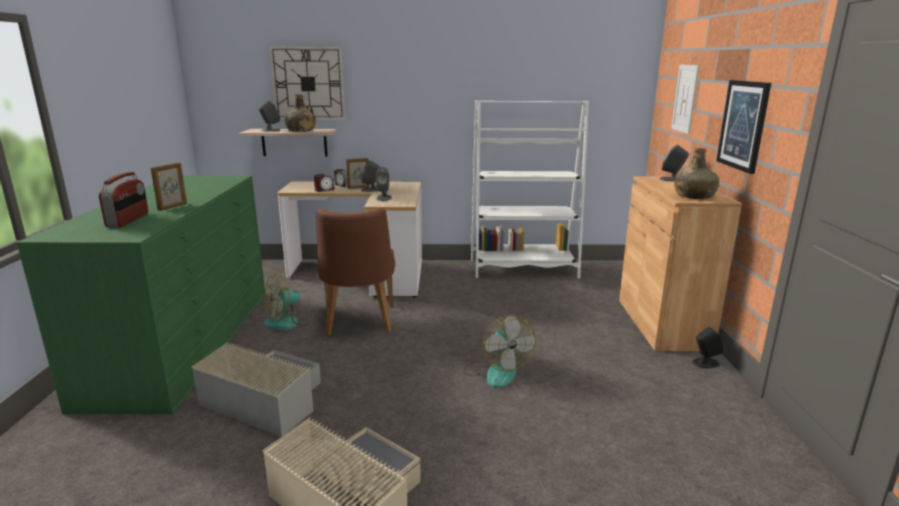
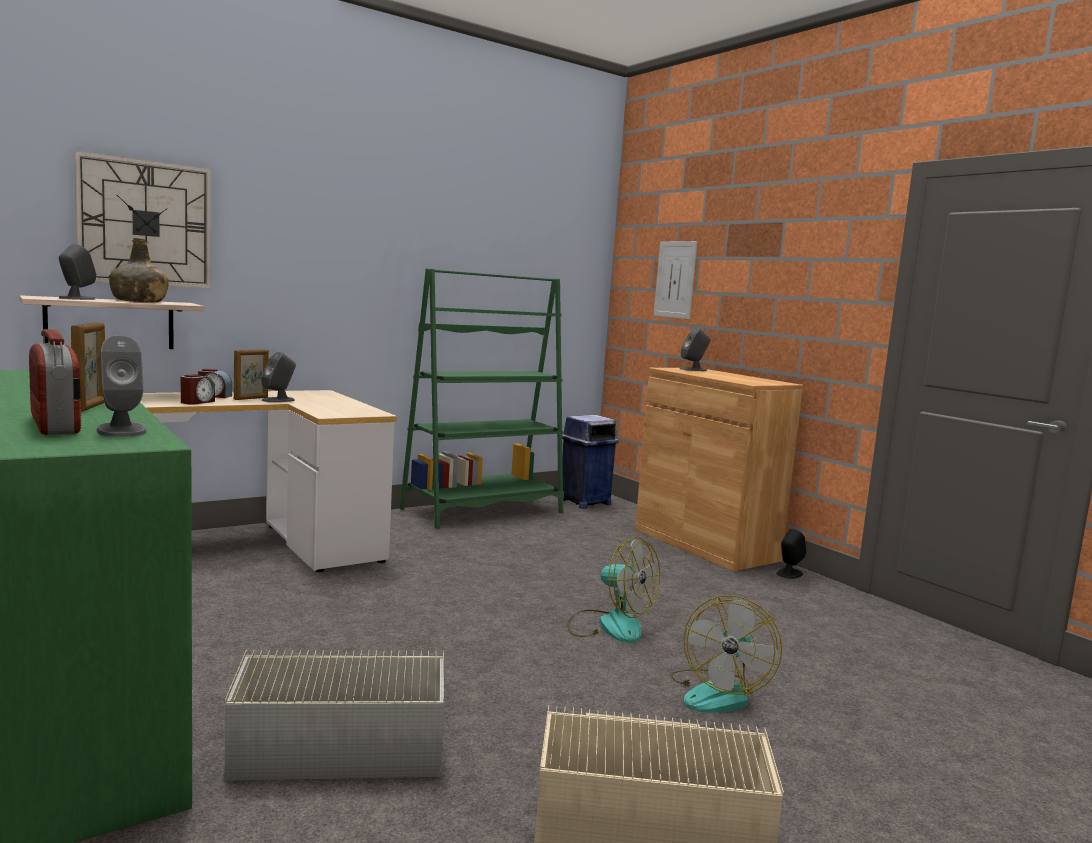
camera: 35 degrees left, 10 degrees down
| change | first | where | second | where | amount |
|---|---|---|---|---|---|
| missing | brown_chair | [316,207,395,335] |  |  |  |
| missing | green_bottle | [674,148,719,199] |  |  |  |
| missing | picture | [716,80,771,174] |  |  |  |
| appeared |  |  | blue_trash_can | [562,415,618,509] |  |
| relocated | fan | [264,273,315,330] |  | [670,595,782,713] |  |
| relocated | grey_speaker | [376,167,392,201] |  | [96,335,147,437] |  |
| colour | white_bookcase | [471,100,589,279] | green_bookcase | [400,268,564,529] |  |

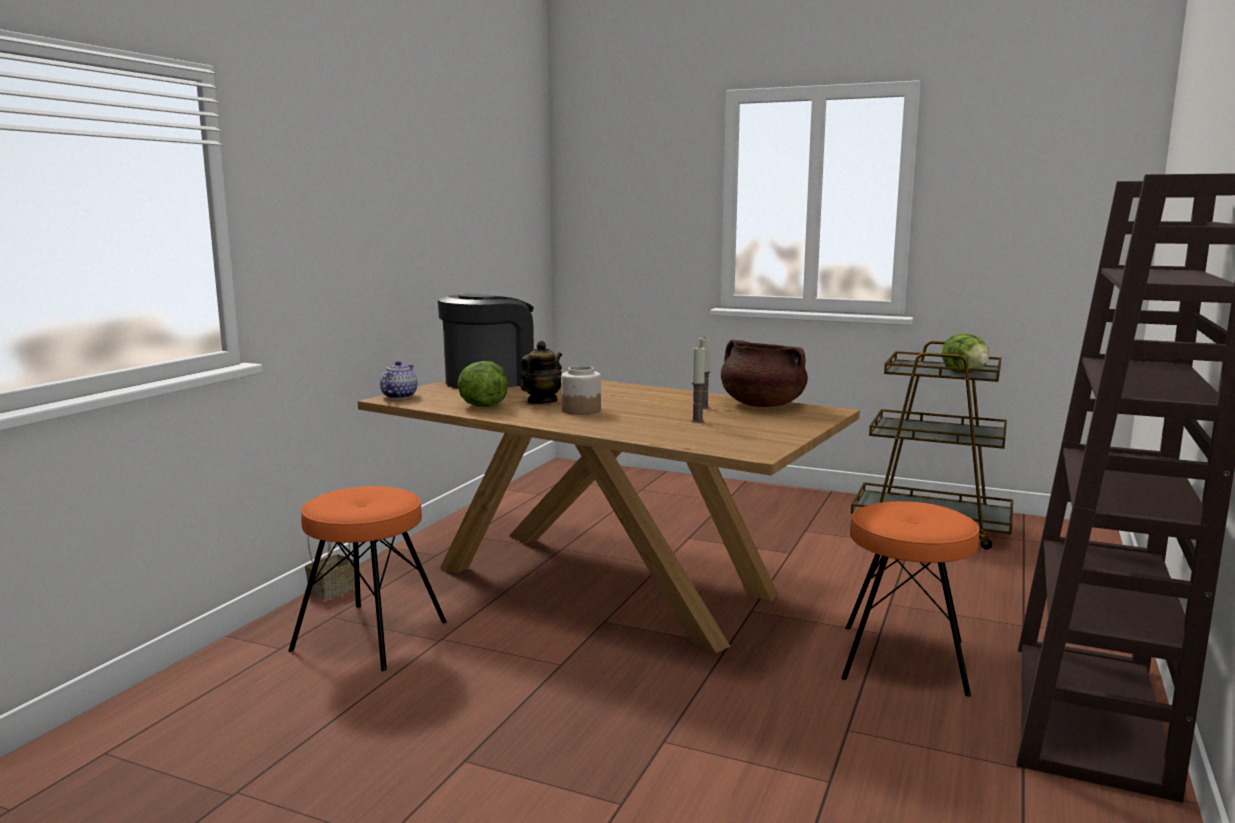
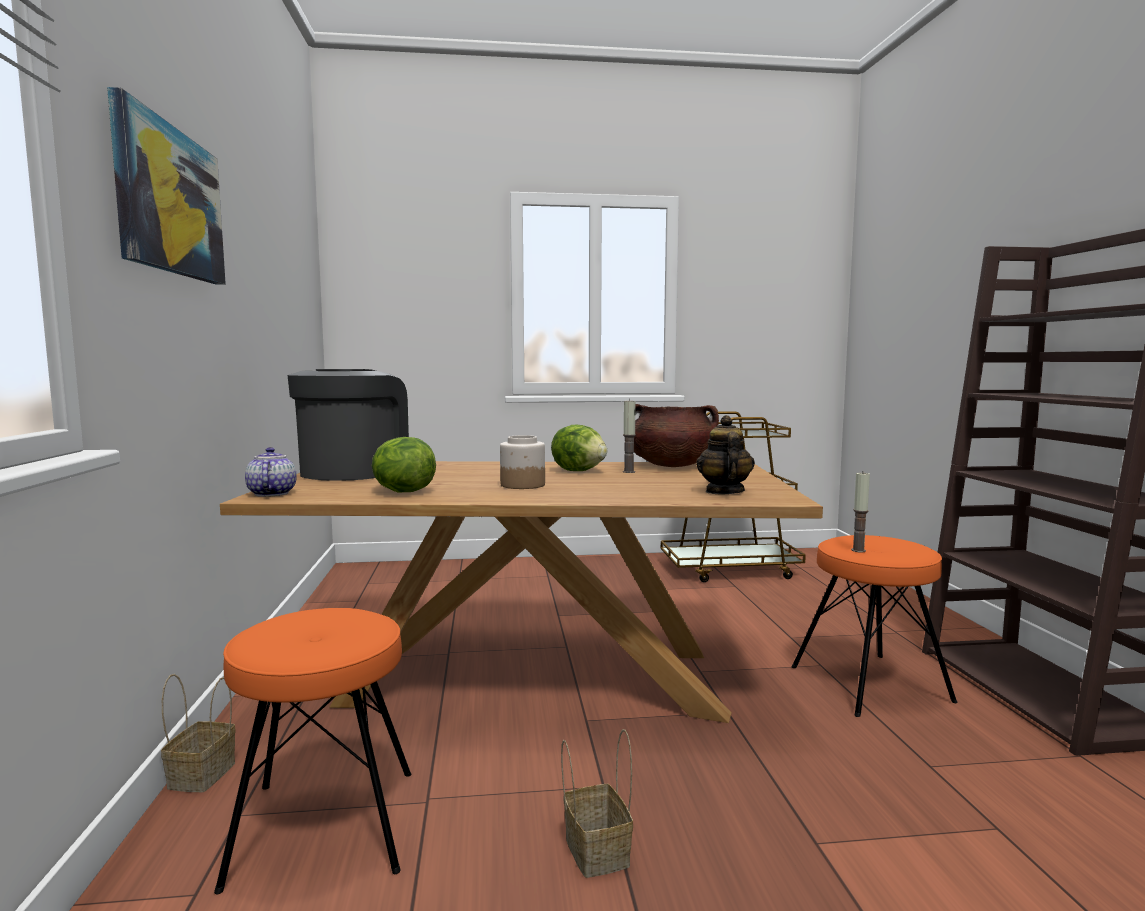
camera: 30 degrees left, 5 degrees down
| change | first | where | second | where | amount |
|---|---|---|---|---|---|
| appeared |  |  | picture | [107,87,226,285] |  |
| appeared |  |  | basket | [561,729,633,878] |  |
| relocated | teapot | [520,341,562,404] |  | [696,415,755,494] |  |
| relocated | candle | [691,346,705,423] |  | [851,473,870,553] |  |
| relocated | lettuce | [942,334,989,373] |  | [551,425,607,471] |  |

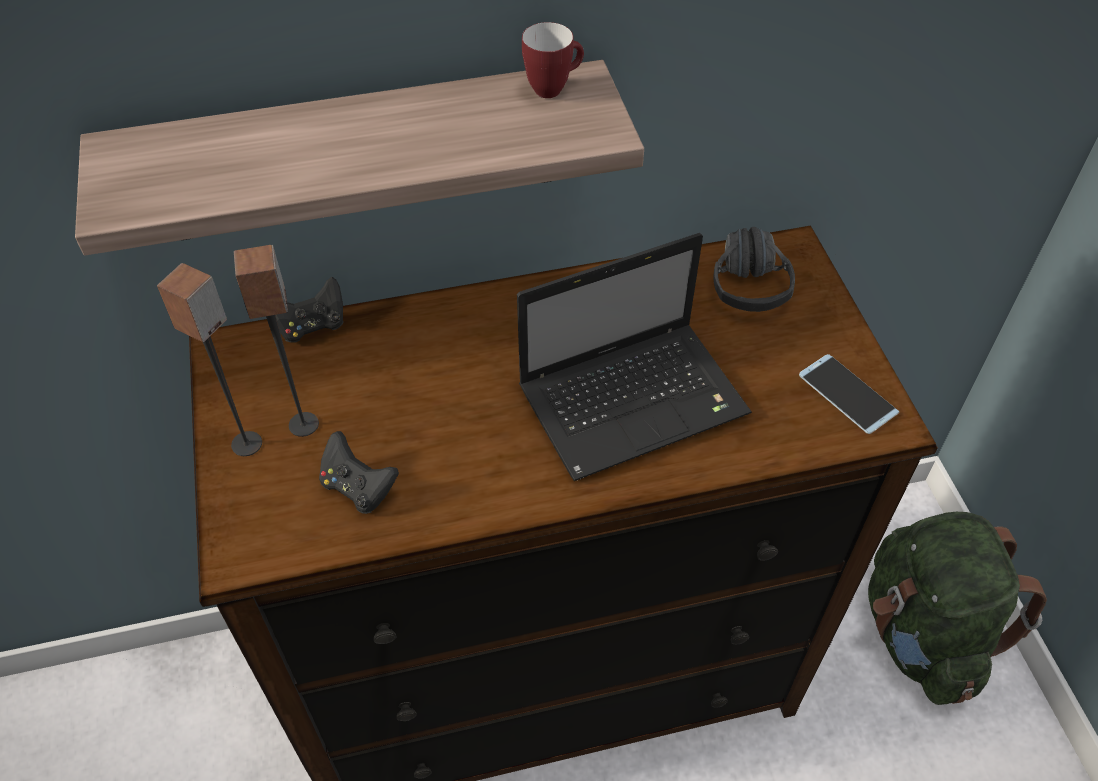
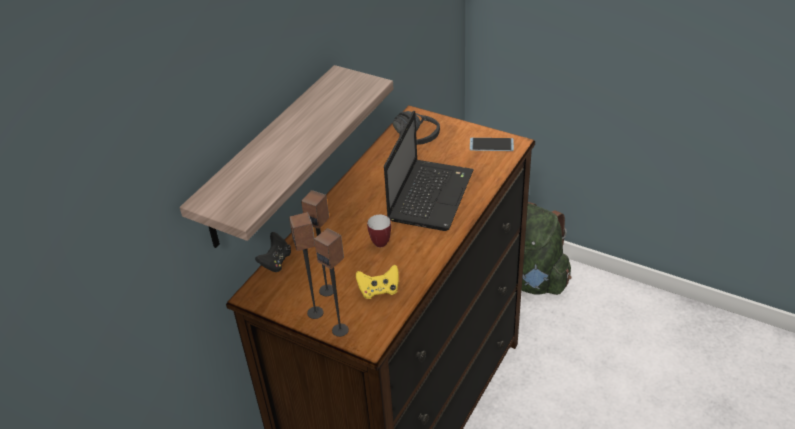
camera: 45 degrees left, 10 degrees down
| change | first | where | second | where | amount |
|---|---|---|---|---|---|
| appeared |  |  | speaker | [314,228,349,337] |  |
| relocated | mug | [522,22,584,98] |  | [367,214,391,247] |  |
| colour | black_game_controller | [319,431,399,514] | yellow_game_controller | [356,265,399,299] |  |

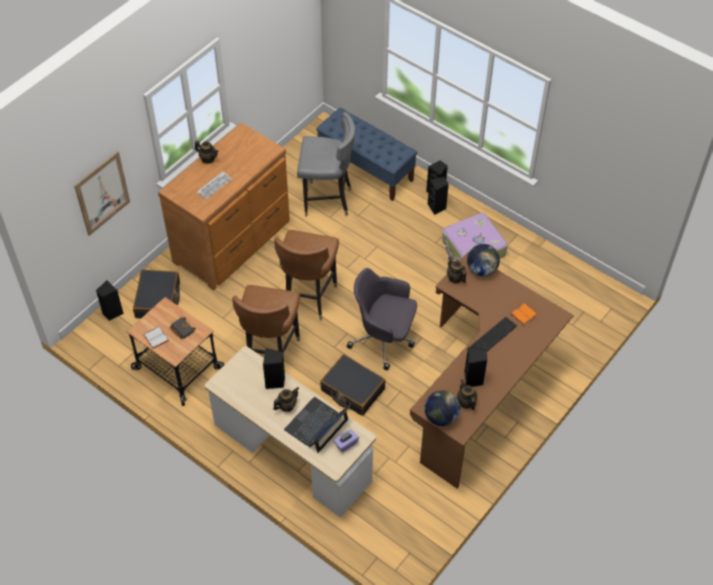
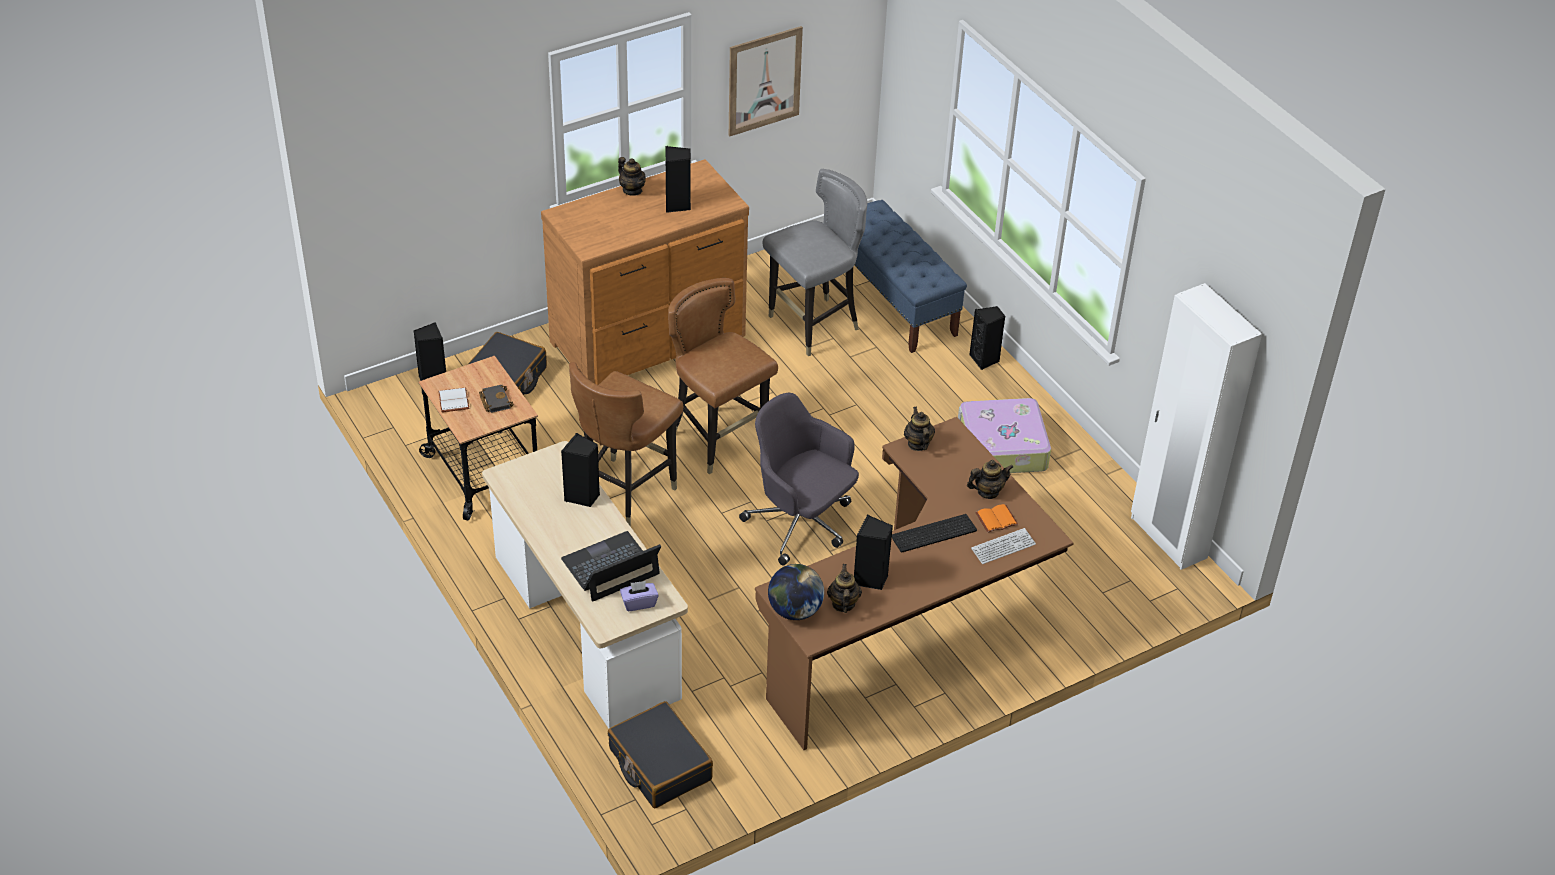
camera: 20 degrees right, 10 degrees down
| change | first | where | second | where | amount |
|---|---|---|---|---|---|
| missing | globe | [467,244,500,276] |  |  |  |
| appeared |  |  | white_wardrobe | [1131,283,1262,570] |  |
| relocated | picture | [74,151,130,236] |  | [729,26,803,136] |  |
| relocated | keyboard | [197,172,232,199] |  | [971,528,1036,564] |  |
| relocated | teapot | [273,387,299,412] |  | [967,460,1014,499] |  |
| relocated | black_suitcase | [320,354,386,416] |  | [608,701,713,808] |  |
| relocated | black_speaker | [428,177,449,215] |  | [665,146,691,213] |  |
| spun | brown_chair | [274,230,339,321] |  | [668,278,778,474] | 105 degrees clockwise |
| spun | grey_chair | [297,112,355,217] |  | [763,169,867,356] | 60 degrees counterclockwise |

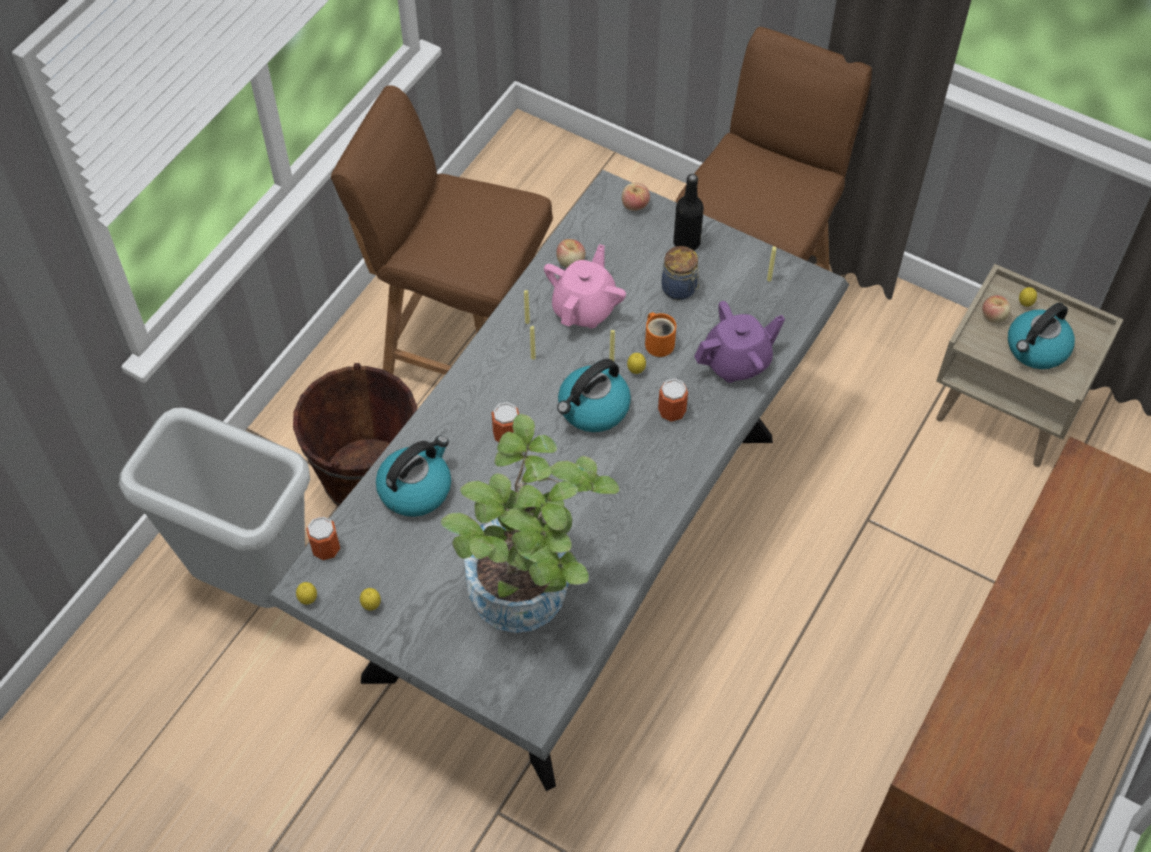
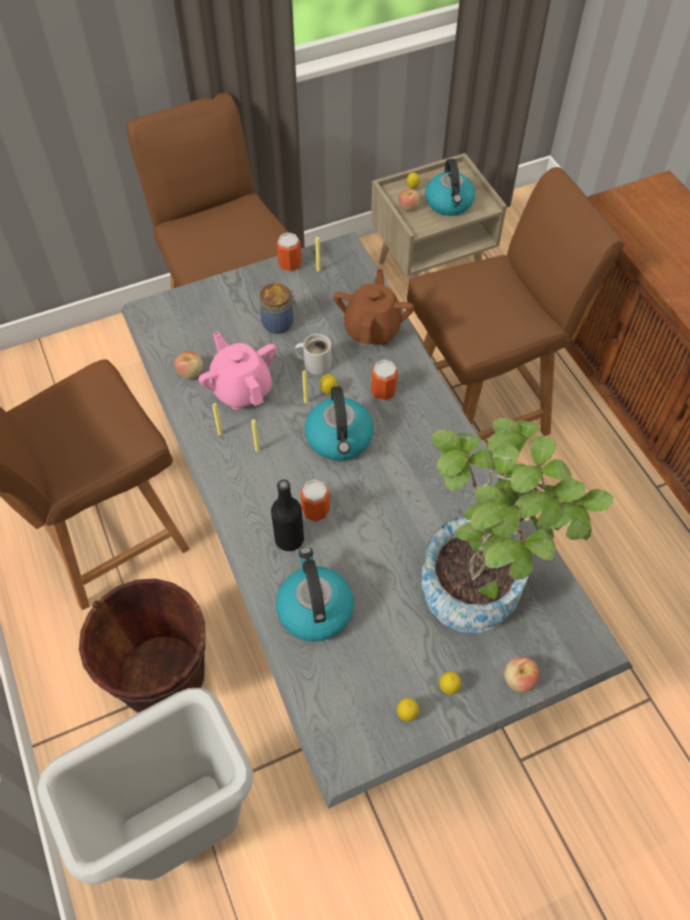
camera: 55 degrees left, 0 degrees up
| change | first | where | second | where | amount |
|---|---|---|---|---|---|
| appeared |  |  | brown_chair | [407,167,624,440] |  |
| relocated | lemon | [296,582,317,605] |  | [439,672,461,695] |  |
| relocated | can | [306,516,341,560] |  | [277,232,302,272] |  |
| relocated | apple | [622,183,650,211] |  | [504,657,539,693] |  |
| relocated | black_bottle | [673,174,704,251] |  | [271,480,304,551] |  |
| colour | orange_mug | [645,312,676,357] | white_mug | [294,334,332,375] |  |
| colour | purple_teapot | [694,301,785,383] | brown_teapot | [334,269,414,345] |  |

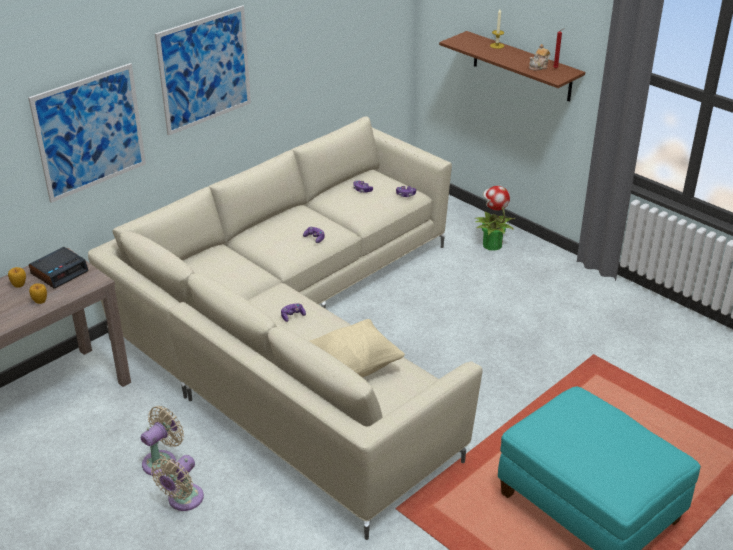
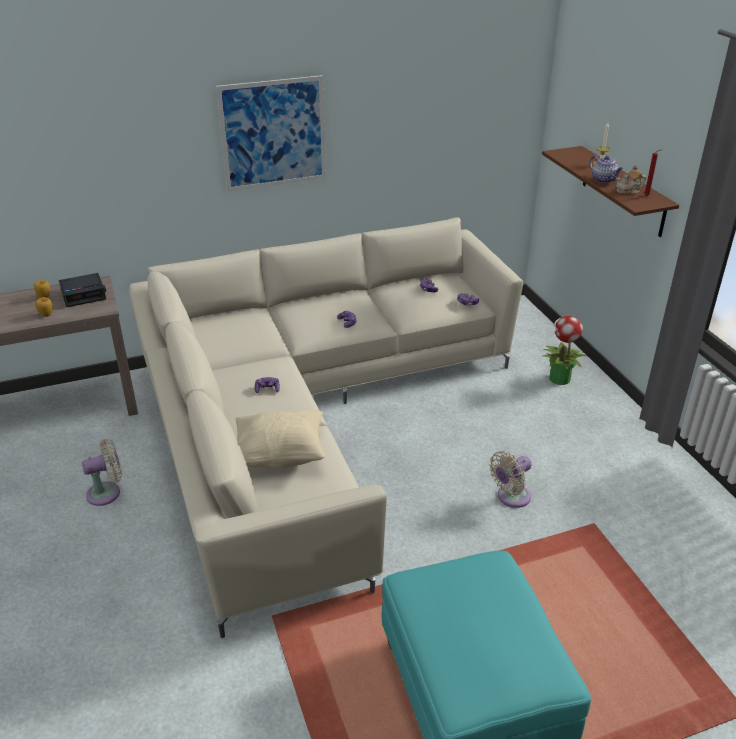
camera: 25 degrees right, 0 degrees up
| change | first | where | second | where | amount |
|---|---|---|---|---|---|
| missing | picture | [28,63,146,203] |  |  |  |
| appeared |  |  | teapot | [589,156,623,183] |  |
| relocated | beige_fan | [151,455,204,511] |  | [489,451,532,508] |  |

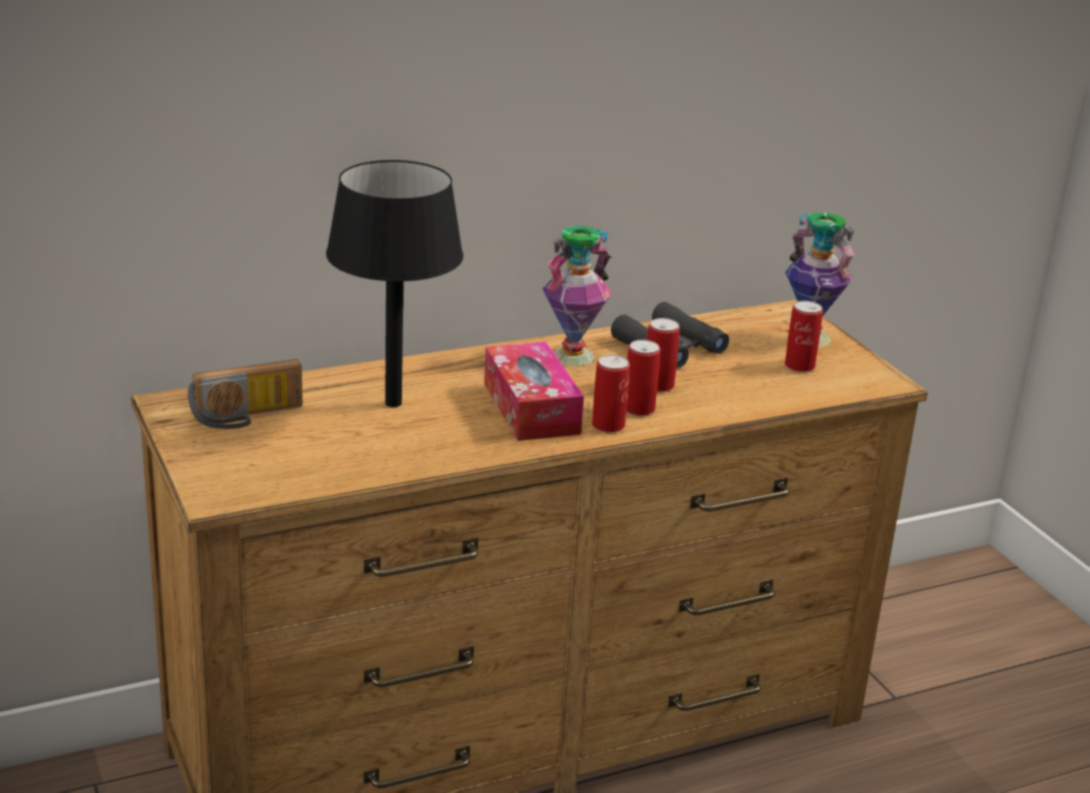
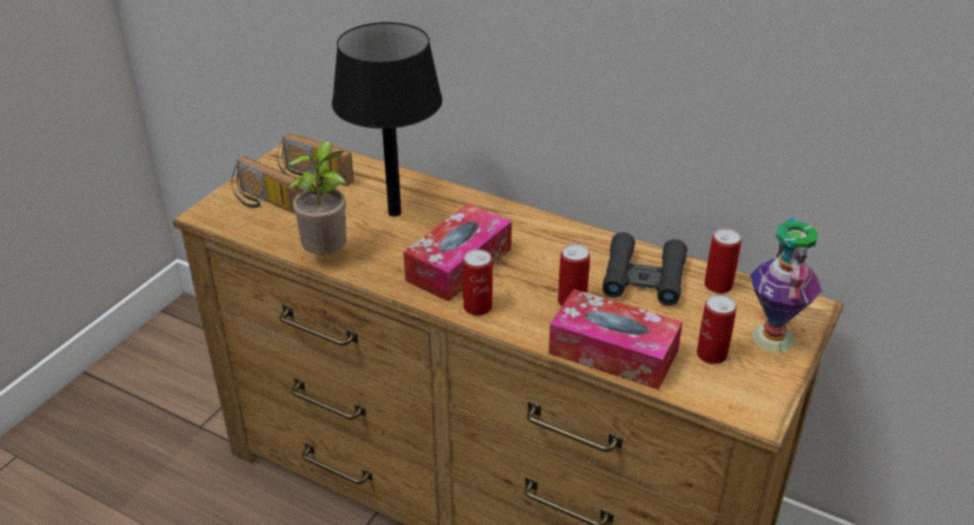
camera: 55 degrees right, 10 degrees up
| change | first | where | second | where | amount |
|---|---|---|---|---|---|
| missing | vase | [542,226,612,366] |  |  |  |
| appeared |  |  | radio | [231,156,304,213] |  |
| appeared |  |  | potted_plant | [287,140,346,254] |  |
| appeared |  |  | tissue_box | [549,289,682,390] |  |
| relocated | can | [626,340,661,416] |  | [704,229,741,293] |  |

